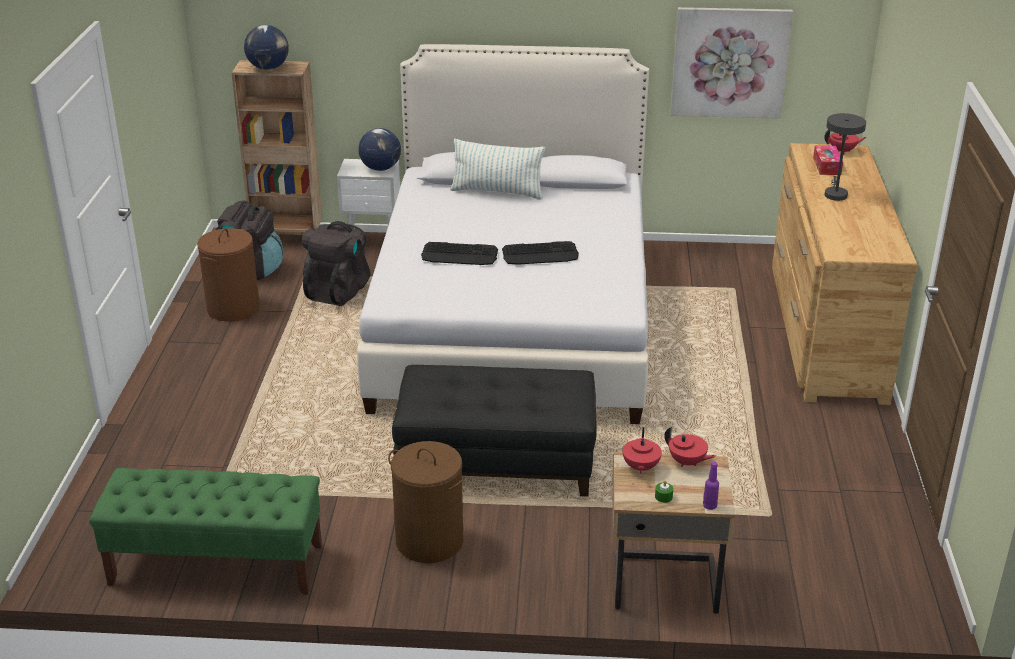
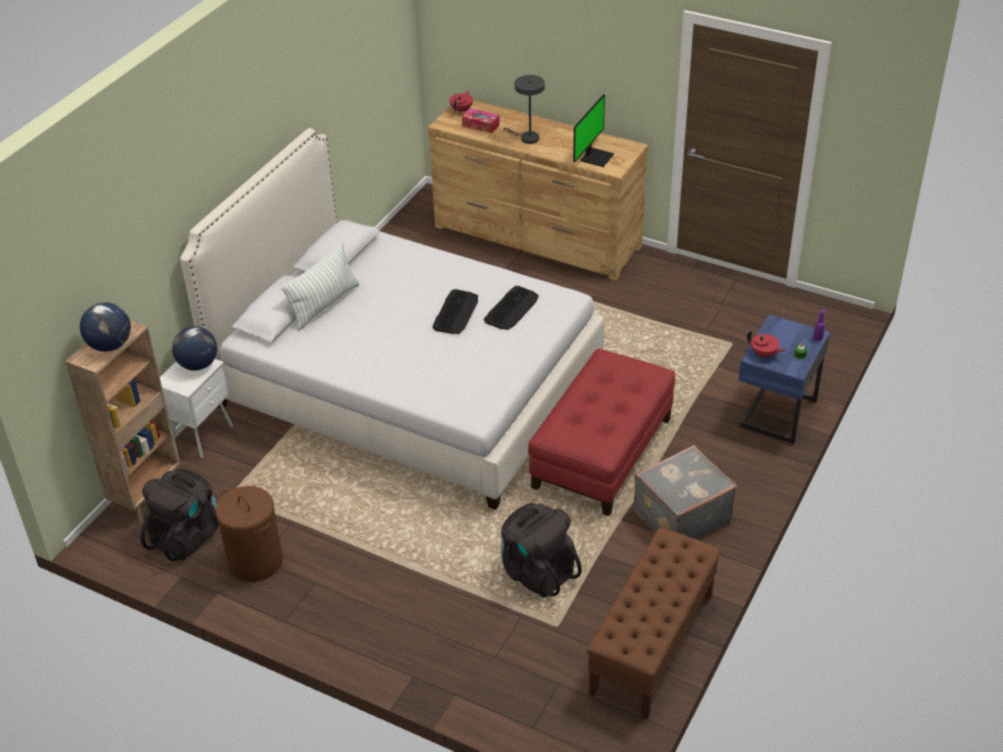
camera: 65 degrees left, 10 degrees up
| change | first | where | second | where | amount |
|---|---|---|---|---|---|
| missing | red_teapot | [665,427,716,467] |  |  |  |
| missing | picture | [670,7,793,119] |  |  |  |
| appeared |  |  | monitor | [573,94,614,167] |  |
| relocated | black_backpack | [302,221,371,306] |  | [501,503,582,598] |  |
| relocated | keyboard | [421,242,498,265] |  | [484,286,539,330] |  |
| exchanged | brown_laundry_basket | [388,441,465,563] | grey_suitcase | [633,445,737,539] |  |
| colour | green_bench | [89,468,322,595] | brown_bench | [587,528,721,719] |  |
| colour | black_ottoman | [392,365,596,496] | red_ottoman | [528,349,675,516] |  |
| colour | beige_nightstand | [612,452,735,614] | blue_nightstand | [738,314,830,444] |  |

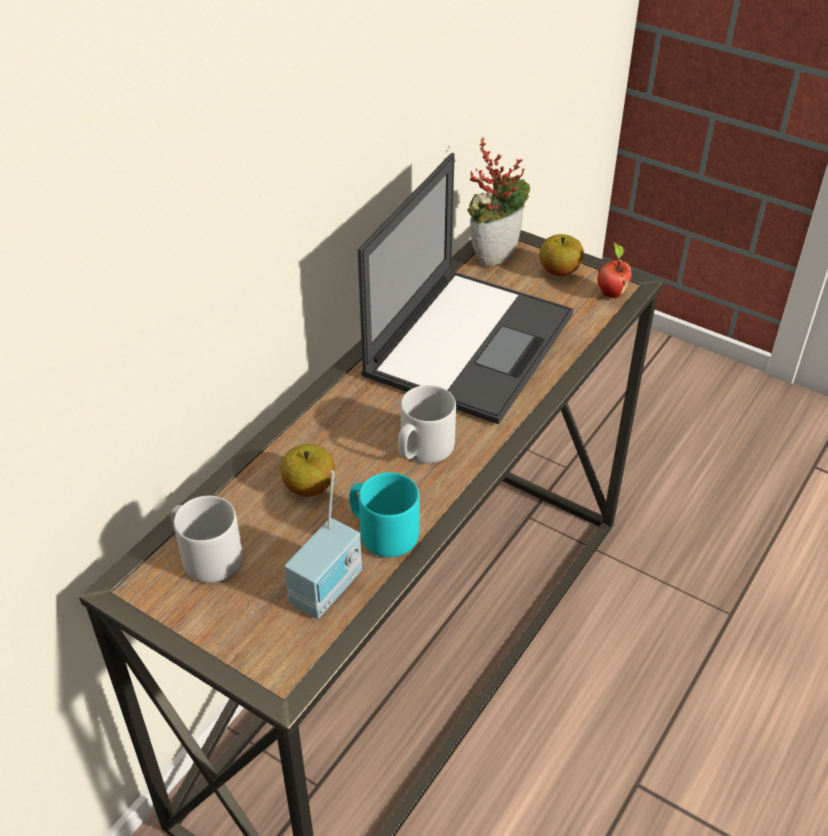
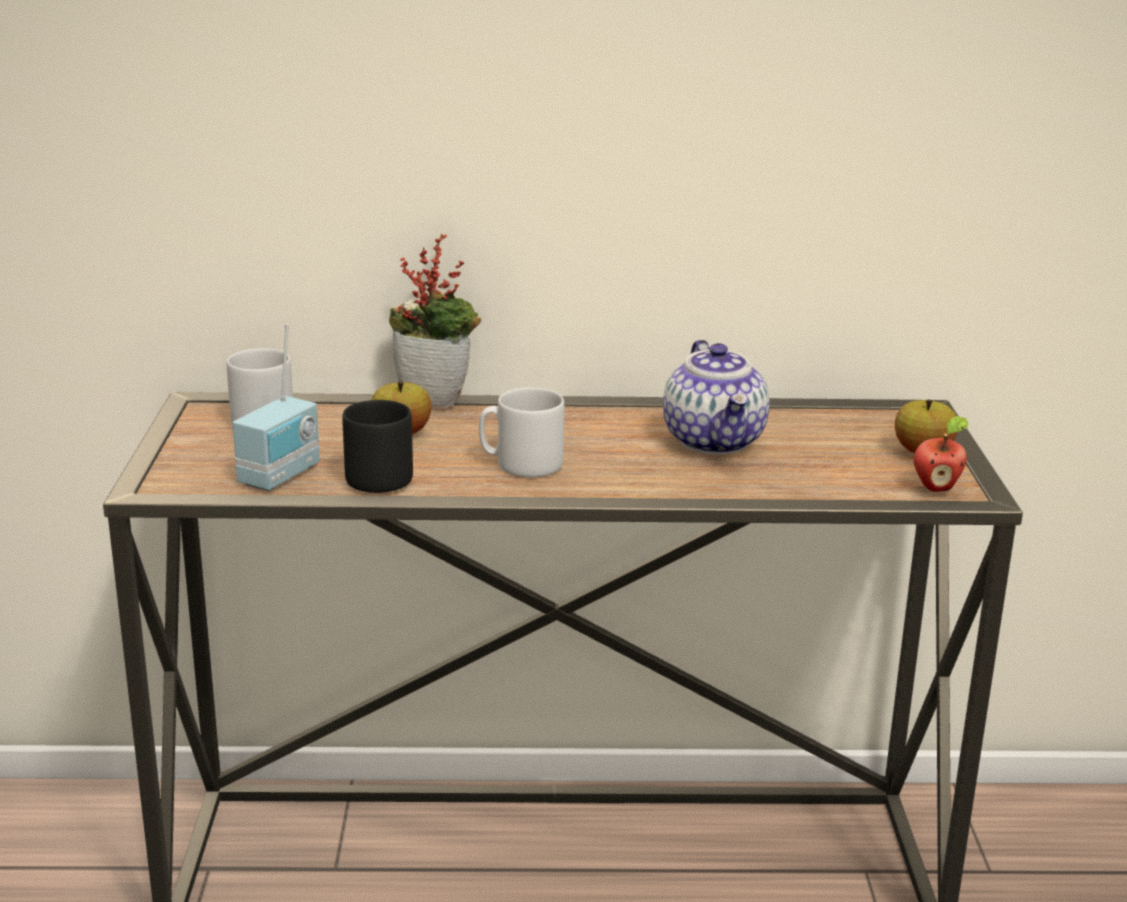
camera: 55 degrees right, 20 degrees down
| change | first | where | second | where | amount |
|---|---|---|---|---|---|
| relocated | potted_plant | [467,138,531,266] |  | [389,234,481,407] |  |
| exchanged | laptop | [358,153,573,424] | teapot | [663,340,769,454] |  |
| colour | turquoise_mug | [349,472,419,557] | black_mug | [342,400,413,493] |  |
| spun | radio | [284,471,362,619] |  | [233,324,320,491] | 60 degrees counterclockwise |

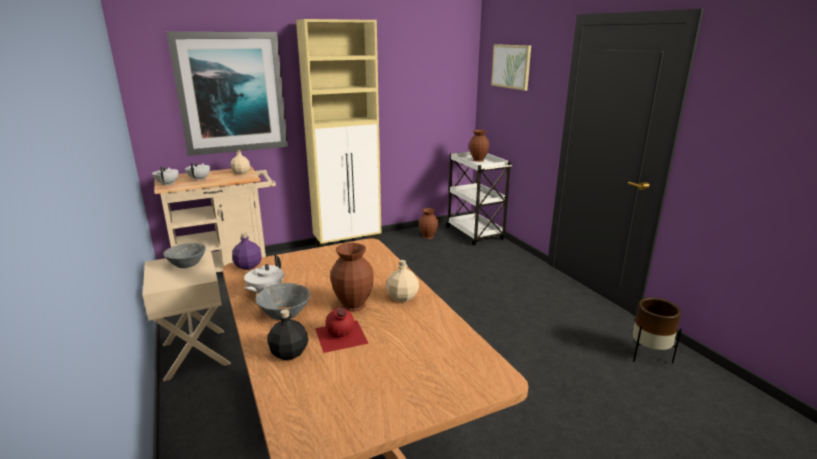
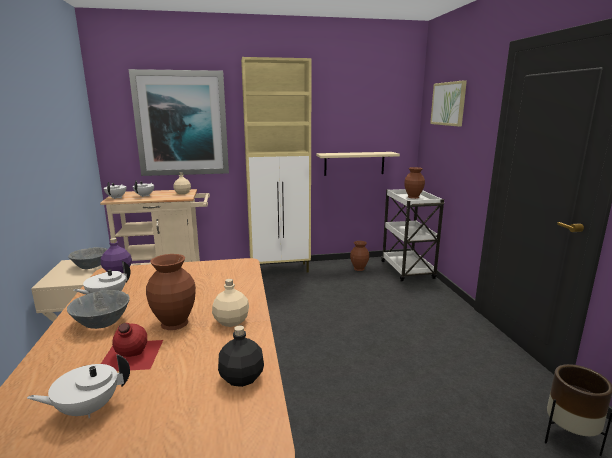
camera: 15 degrees right, 5 degrees down
| change | first | where | second | where | amount |
|---|---|---|---|---|---|
| appeared |  |  | white_teapot | [27,354,130,418] |  |
| appeared |  |  | beige_shelf | [316,152,400,176] |  |
| relocated | black_bottle | [267,309,308,360] |  | [218,325,264,387] |  |

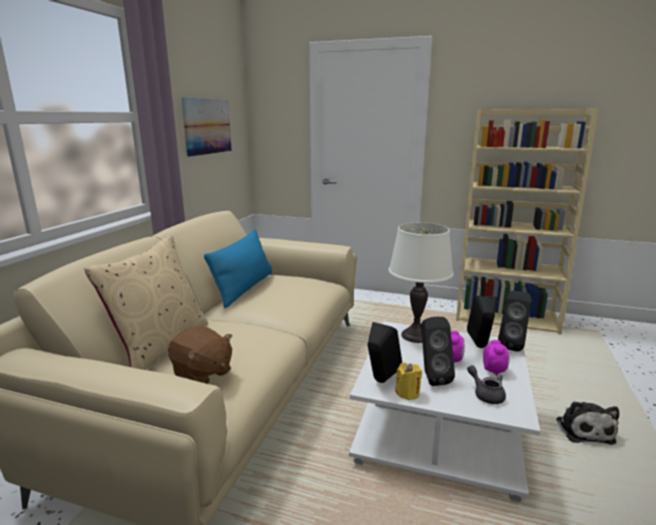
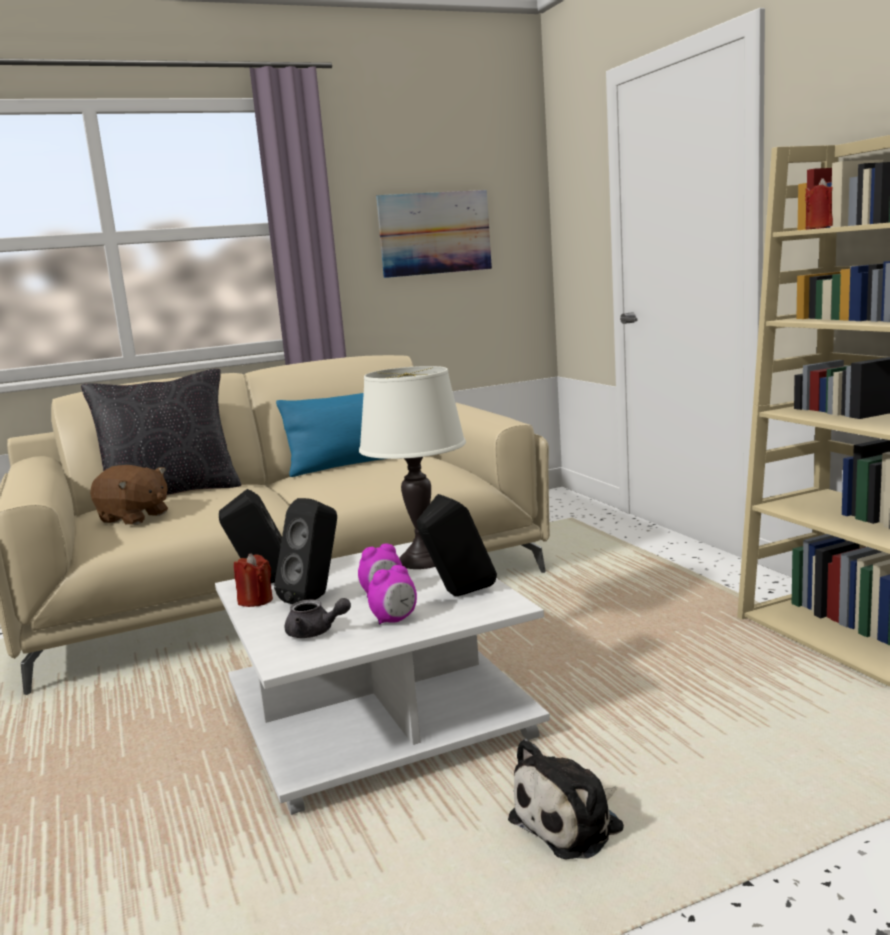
camera: 50 degrees right, 5 degrees down
| change | first | where | second | where | amount |
|---|---|---|---|---|---|
| missing | black_speaker | [498,291,531,352] |  |  |  |
| colour | beige_pillow | [84,236,208,370] | black_pillow | [81,369,241,495] |  |
| colour | yellow_candle | [395,363,422,400] | red_candle | [234,553,273,607] |  |
| spun | brown_plush_toy | [168,327,233,384] |  | [90,465,168,525] | 60 degrees counterclockwise |
| spun | grey_teapot | [467,365,506,404] |  | [285,598,351,638] | 90 degrees clockwise |

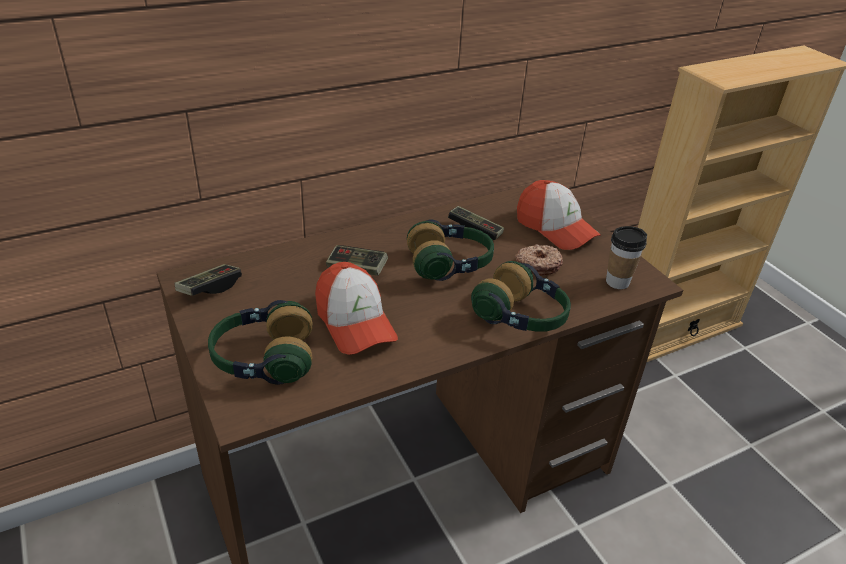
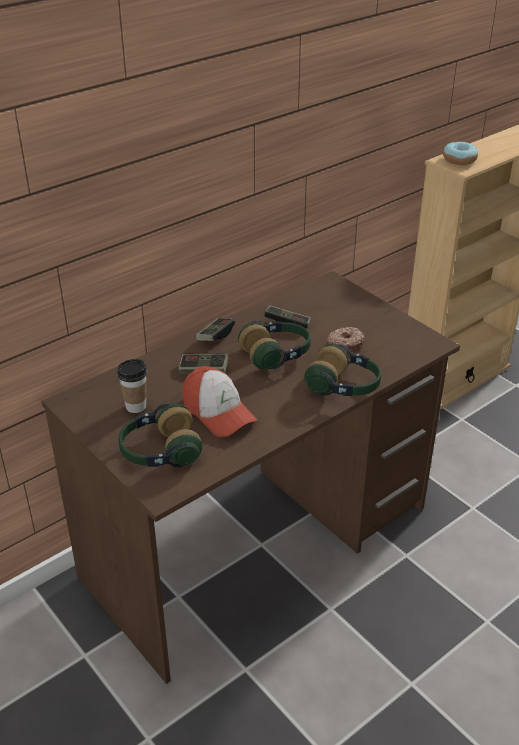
camera: 10 degrees left, 0 degrees up
| change | first | where | second | where | amount |
|---|---|---|---|---|---|
| missing | cap | [517,180,601,250] |  |  |  |
| appeared |  |  | donut | [443,142,478,165] |  |
| relocated | game_controller | [175,264,242,296] |  | [196,318,235,341] |  |
| relocated | cup | [606,226,647,289] |  | [117,359,147,413] |  |

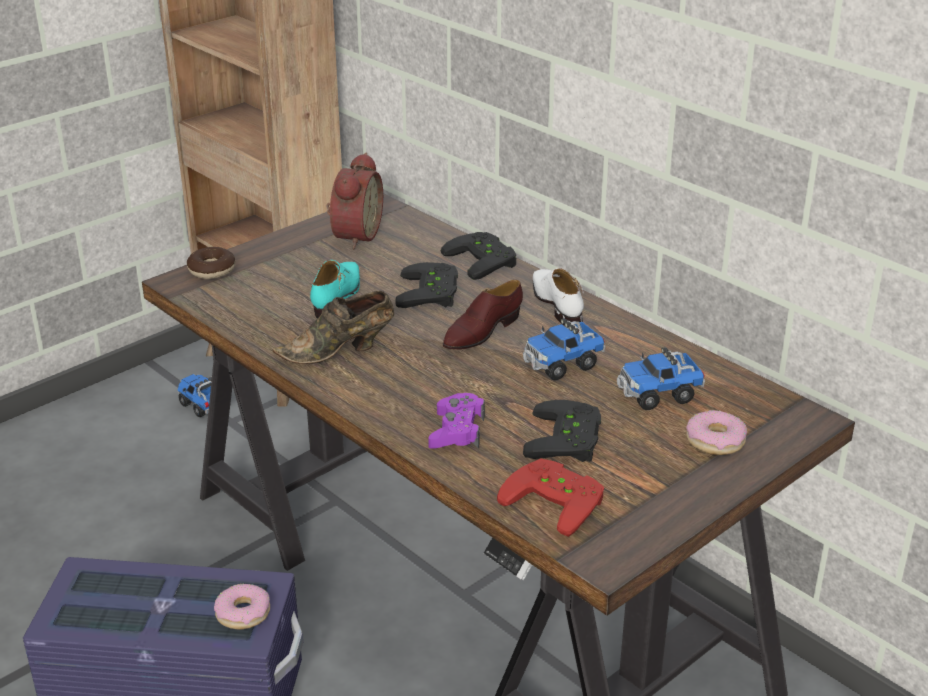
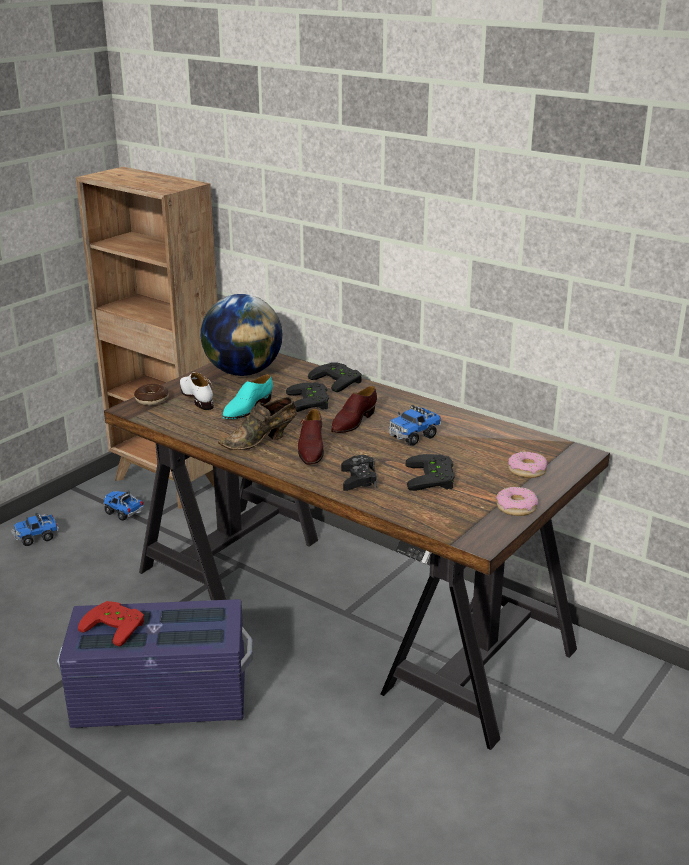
camera: 10 degrees left, 5 degrees down
| change | first | where | second | where | amount |
|---|---|---|---|---|---|
| appeared |  |  | brown_shoe | [298,409,324,465] |  |
| relocated | donut | [214,584,270,629] |  | [496,487,538,516] |  |
| relocated | red_game_controller | [497,459,604,537] |  | [78,601,144,646] |  |
| relocated | white_shoe | [533,268,584,326] |  | [180,372,214,410] |  |
| relocated | toy_truck | [617,347,705,410] |  | [11,513,59,546] |  |
| exchanged | alarm_clock | [326,153,383,249] | globe | [201,294,282,376] |  |
| colour | purple_game_controller | [428,393,485,449] | black_game_controller | [341,455,377,491] |  |
| spun | turquoise_shoe | [310,260,360,318] |  | [222,374,273,419] | 150 degrees counterclockwise |

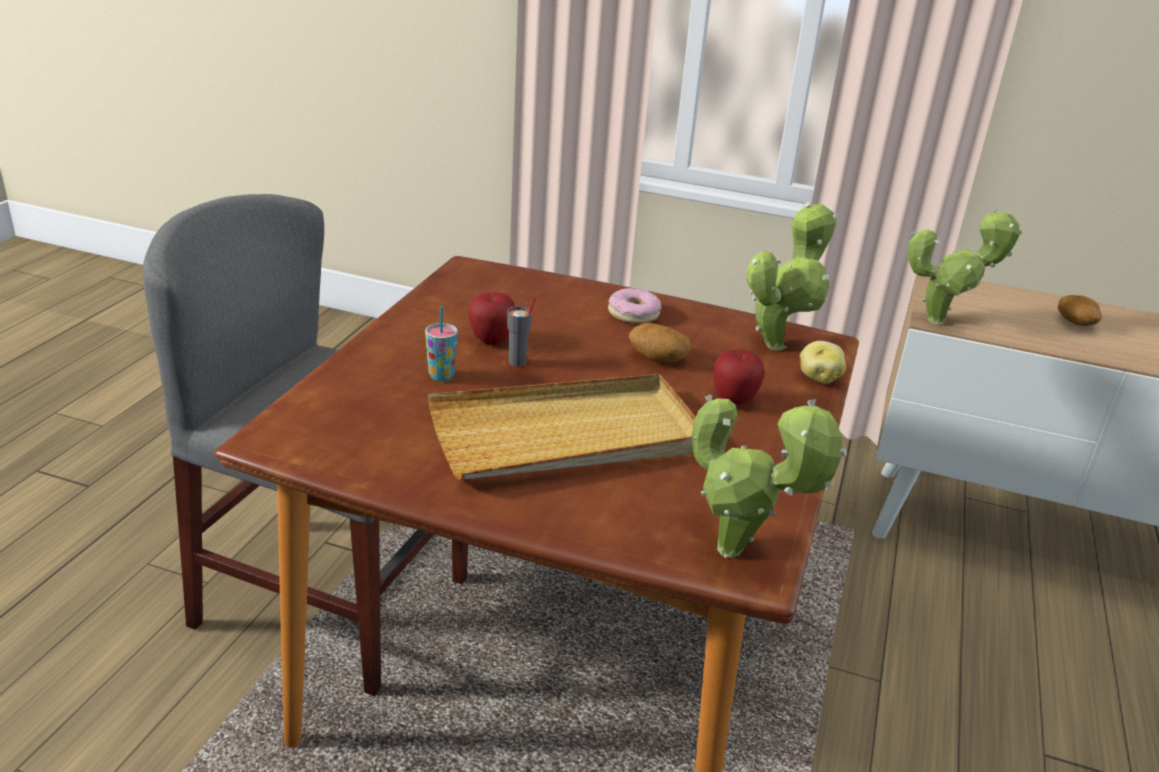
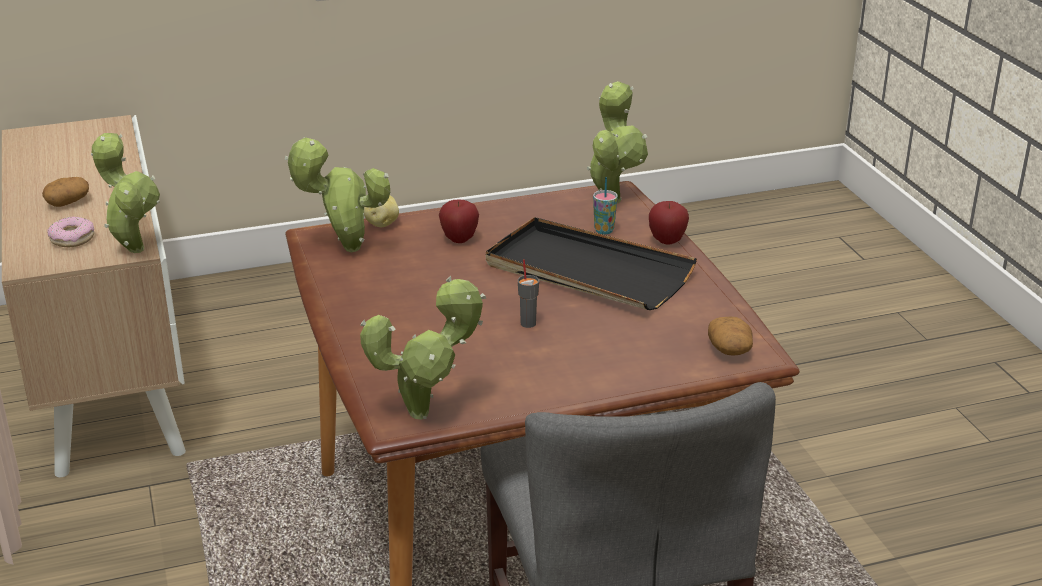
camera: 125 degrees left, 0 degrees up
| change | first | where | second | where | amount |
|---|---|---|---|---|---|
| appeared |  |  | potted_plant | [360,276,486,420] |  |
| relocated | cup | [425,306,458,381] |  | [593,177,618,234] |  |
| relocated | apple | [468,292,515,345] |  | [649,201,689,245] |  |
| relocated | donut | [608,288,661,324] |  | [47,216,94,247] |  |
| relocated | potato | [629,323,692,362] |  | [708,317,753,356] |  |
| colour | beige_tray | [428,374,696,480] | black_tray | [486,217,697,310] |  |

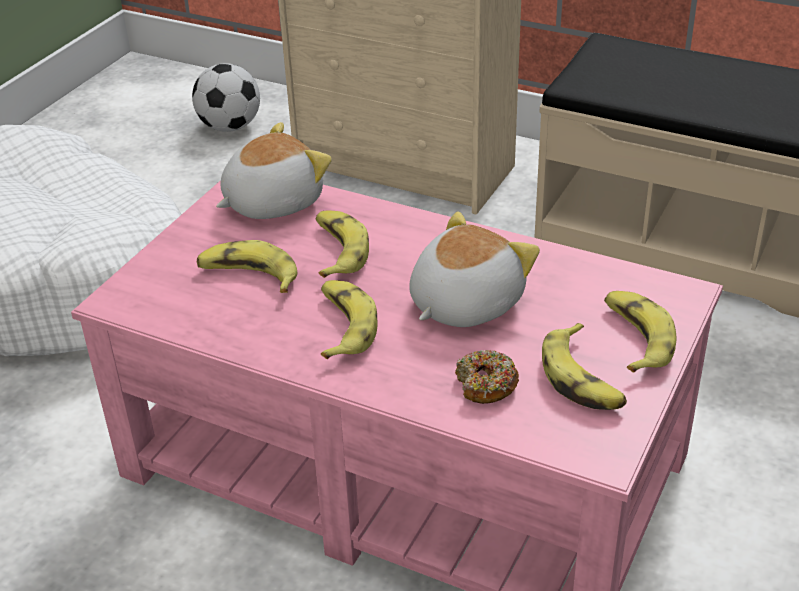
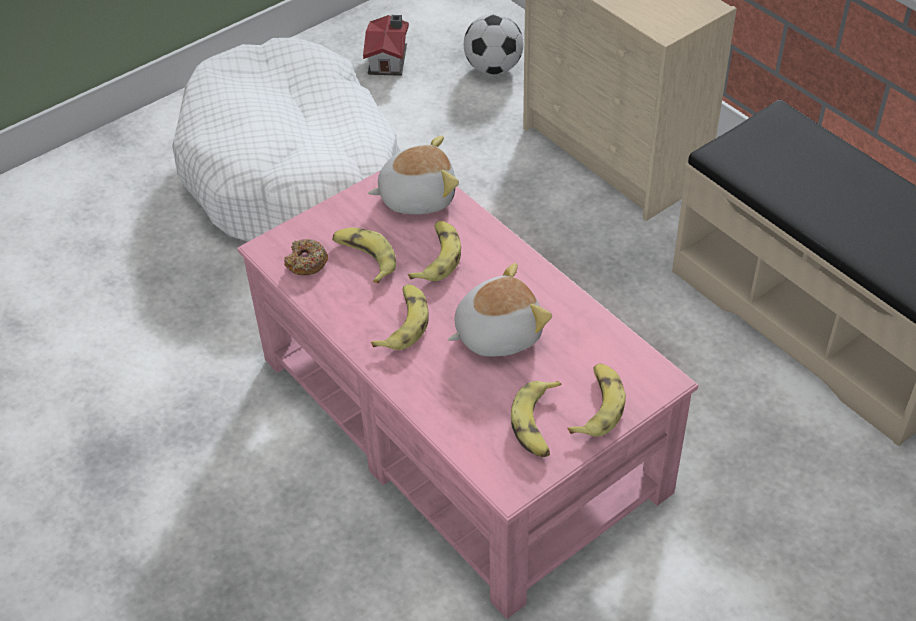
camera: 25 degrees right, 10 degrees up
| change | first | where | second | where | amount |
|---|---|---|---|---|---|
| appeared |  |  | toy_house | [363,15,409,76] |  |
| relocated | donut | [455,350,519,404] |  | [284,239,328,275] |  |

